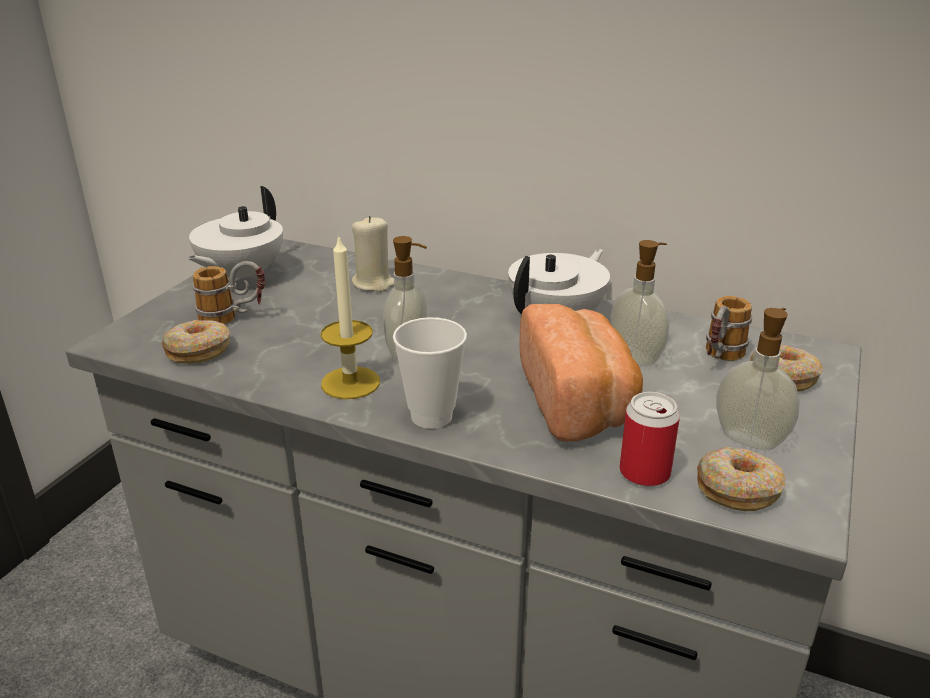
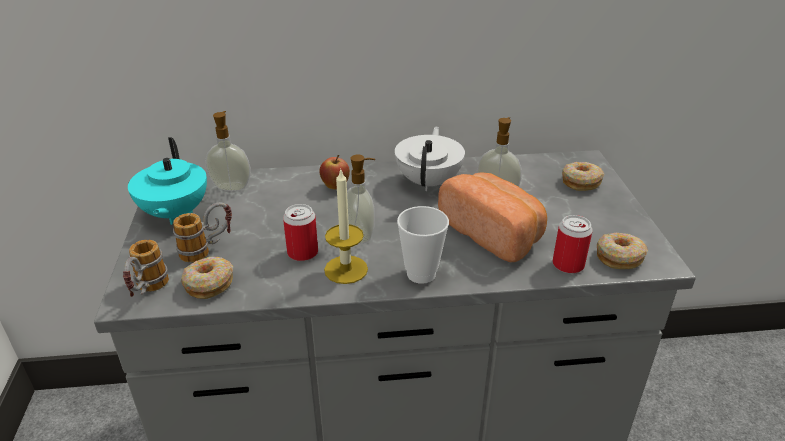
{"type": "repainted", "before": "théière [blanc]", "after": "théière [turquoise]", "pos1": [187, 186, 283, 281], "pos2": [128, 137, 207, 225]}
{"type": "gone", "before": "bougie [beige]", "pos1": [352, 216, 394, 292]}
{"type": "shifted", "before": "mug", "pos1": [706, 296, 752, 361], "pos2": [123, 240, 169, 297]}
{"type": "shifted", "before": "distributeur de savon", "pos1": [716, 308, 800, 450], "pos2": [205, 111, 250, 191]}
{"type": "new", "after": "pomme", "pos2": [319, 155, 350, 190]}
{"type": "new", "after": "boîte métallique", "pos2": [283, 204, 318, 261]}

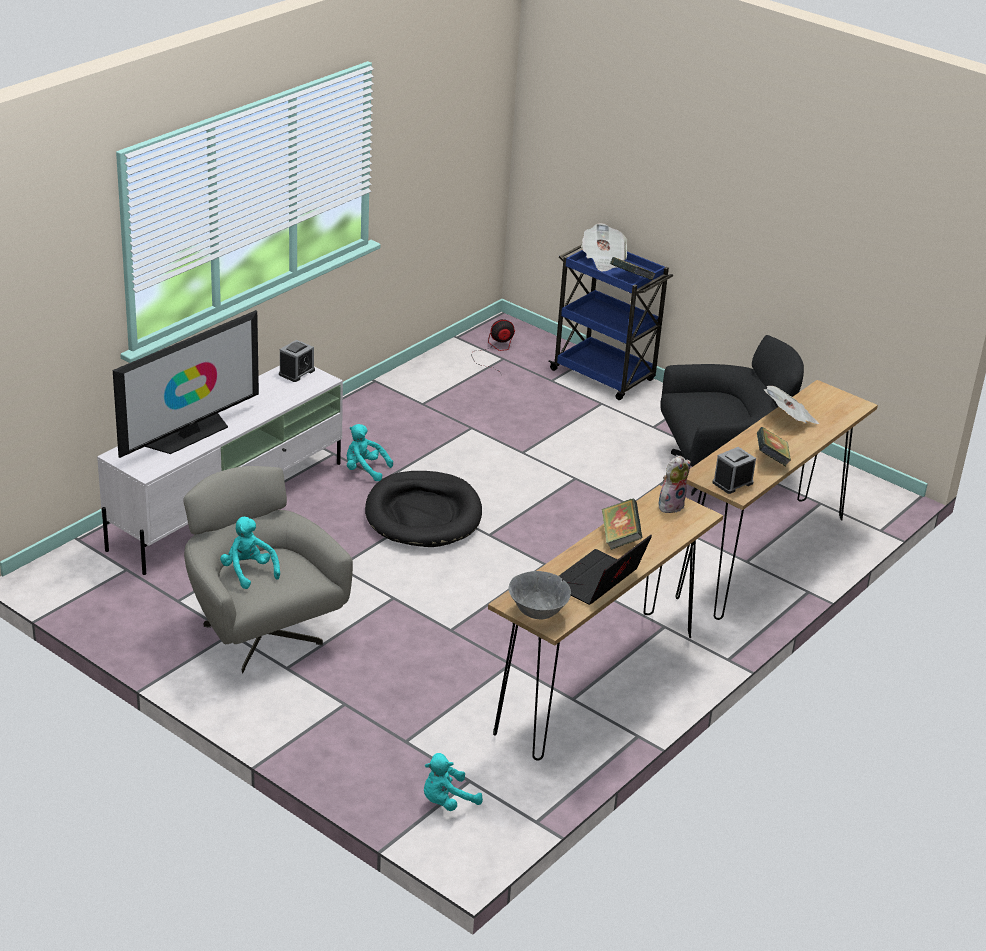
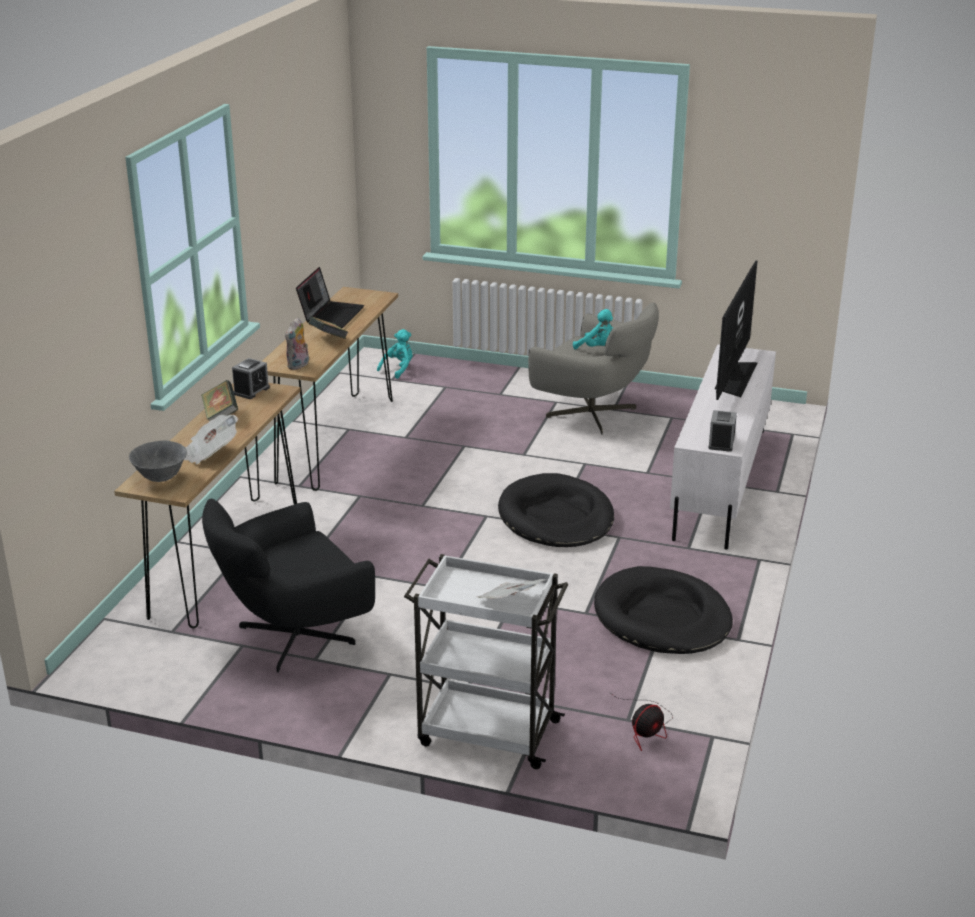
{"type": "repainted", "before": "chariot [bleu]", "after": "chariot [blanc]", "pos1": [548, 244, 673, 400], "pos2": [404, 554, 568, 769]}
{"type": "gone", "before": "livre", "pos1": [610, 257, 656, 280]}
{"type": "gone", "before": "peluche [turquoise]", "pos1": [347, 424, 393, 481]}
{"type": "shifted", "before": "bol [gris]", "pos1": [508, 571, 571, 619], "pos2": [129, 440, 187, 482]}
{"type": "new", "after": "panier pour chien [noir]", "pos2": [594, 566, 733, 654]}

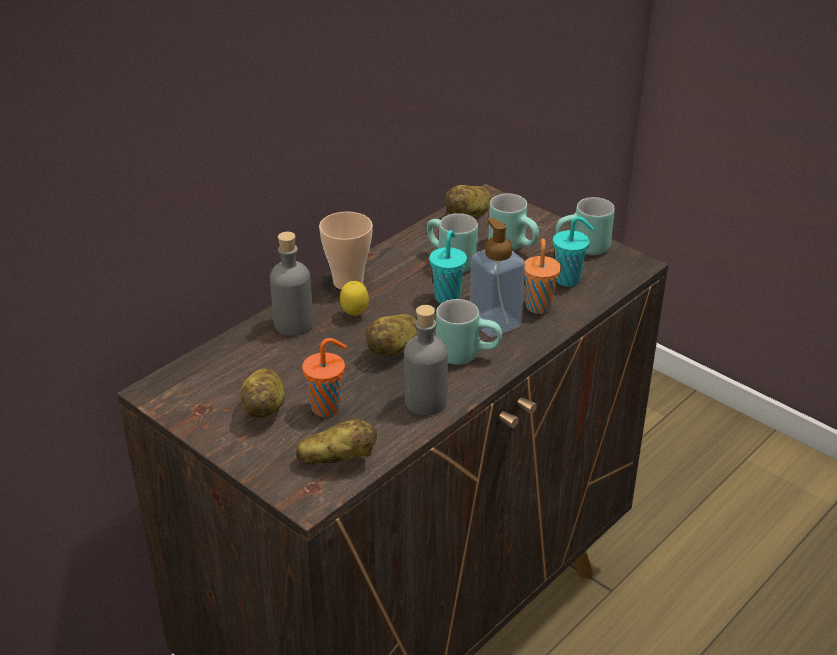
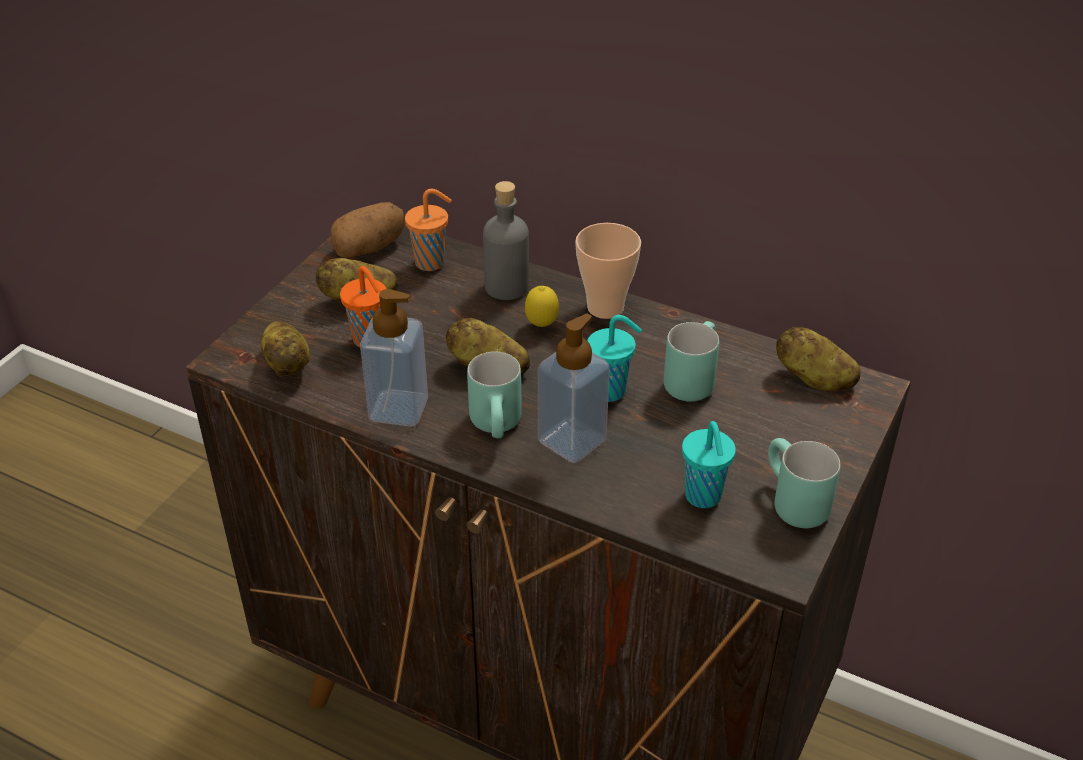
{"type": "gone", "before": "mug [turquoise]", "pos1": [488, 194, 539, 251]}
{"type": "shifted", "before": "tasse [orange]", "pos1": [525, 238, 561, 314], "pos2": [405, 189, 452, 271]}
{"type": "swapped", "before": "bouteille [gris]", "after": "distributeur de savon", "pos1": [404, 305, 448, 416], "pos2": [360, 289, 428, 427]}
{"type": "new", "after": "pomme de terre", "pos2": [331, 202, 405, 258]}

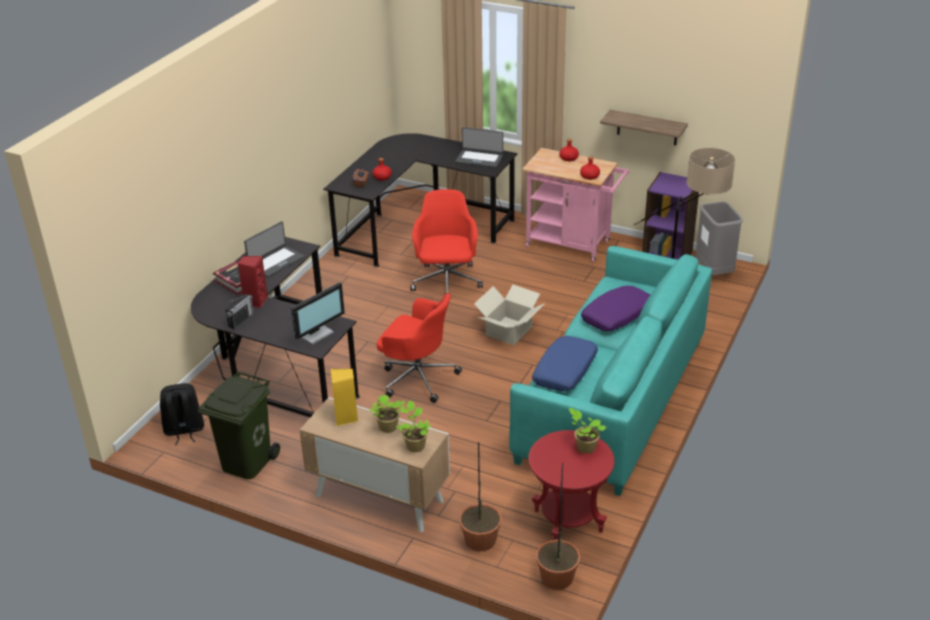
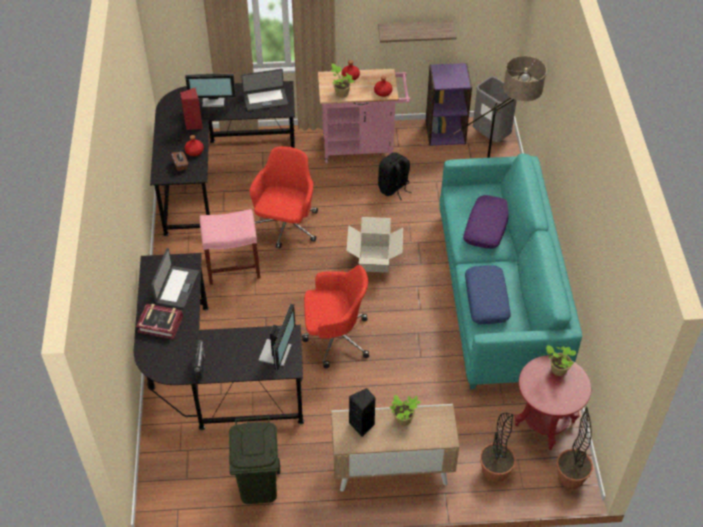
{"type": "rotated", "before": "chaise de bureau [rouge]", "pos1": [410, 189, 483, 294], "pos2": [249, 146, 318, 249], "turn": 45}
{"type": "shifted", "before": "enceinte [rouge]", "pos1": [238, 256, 268, 308], "pos2": [180, 88, 203, 130]}
{"type": "repainted", "before": "enceinte [jaune]", "after": "enceinte [noir]", "pos1": [330, 369, 358, 426], "pos2": [349, 388, 376, 437]}
{"type": "shifted", "before": "sac à dos [noir]", "pos1": [160, 383, 204, 445], "pos2": [378, 152, 412, 200]}
{"type": "shifted", "before": "plante en pot", "pos1": [395, 400, 431, 452], "pos2": [331, 63, 354, 98]}
{"type": "new", "after": "écran d'ordinateur", "pos2": [185, 74, 236, 107]}
{"type": "new", "after": "tabouret [rose]", "pos2": [200, 209, 260, 285]}

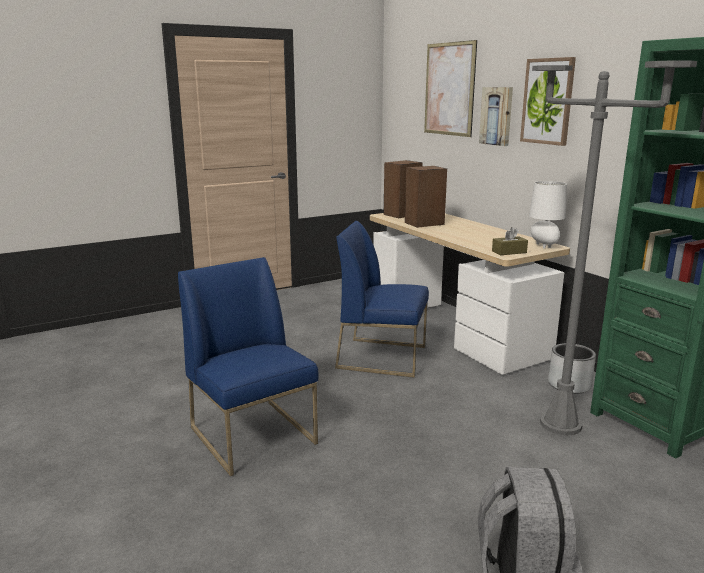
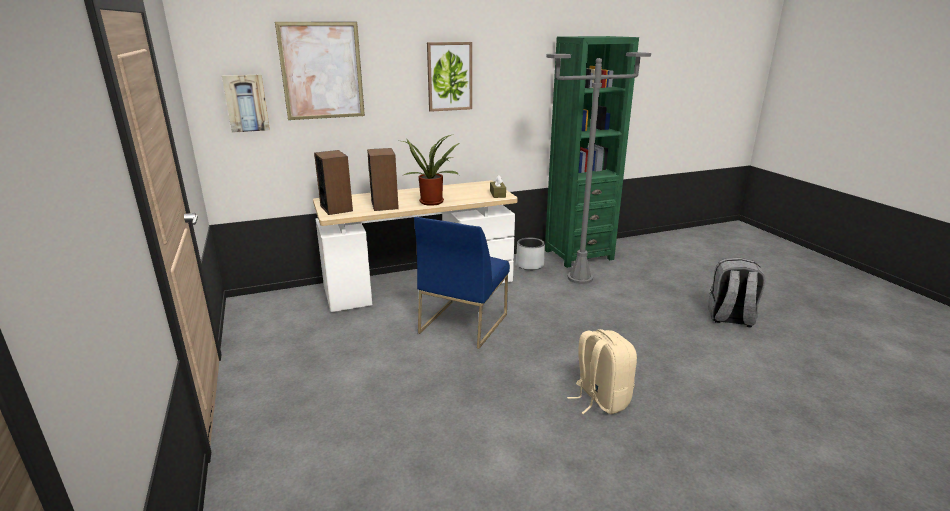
{"type": "shifted", "before": "tableau", "pos1": [479, 87, 513, 146], "pos2": [222, 74, 270, 133]}
{"type": "gone", "before": "lampe de table [blanc]", "pos1": [529, 181, 567, 249]}
{"type": "swapped", "before": "chaise [bleu]", "after": "sac à dos [beige]", "pos1": [178, 257, 319, 476], "pos2": [567, 329, 637, 414]}
{"type": "new", "after": "plante en pot", "pos2": [402, 134, 460, 206]}

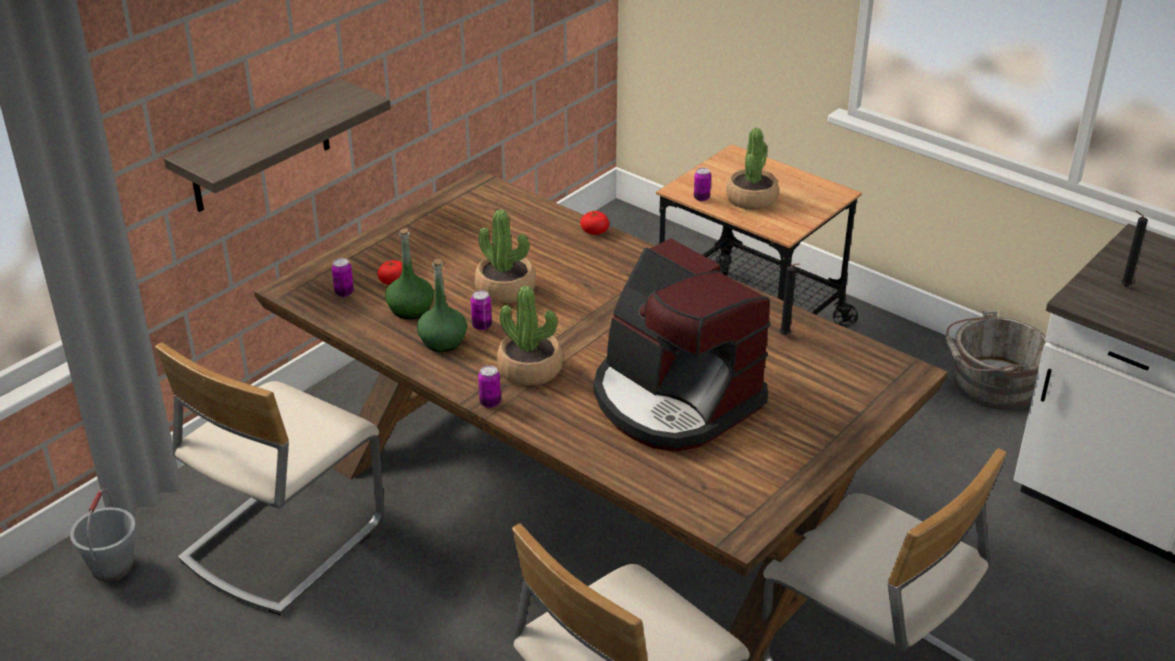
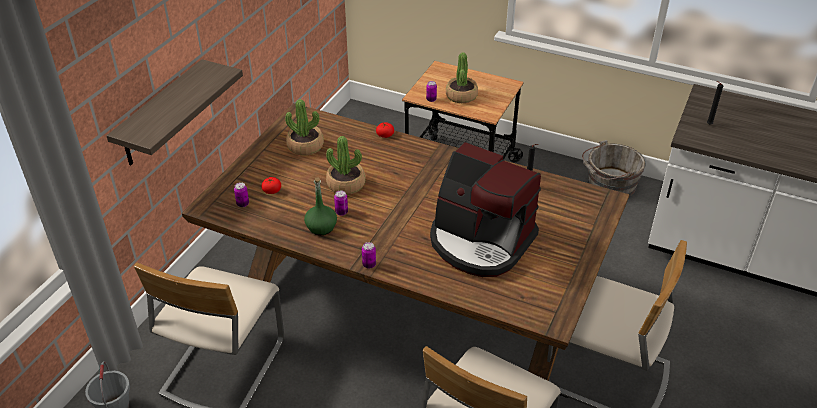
{"type": "gone", "before": "bouteille [vert]", "pos1": [385, 229, 434, 319]}
{"type": "shifted", "before": "plante en pot", "pos1": [497, 286, 563, 385], "pos2": [285, 99, 324, 156]}

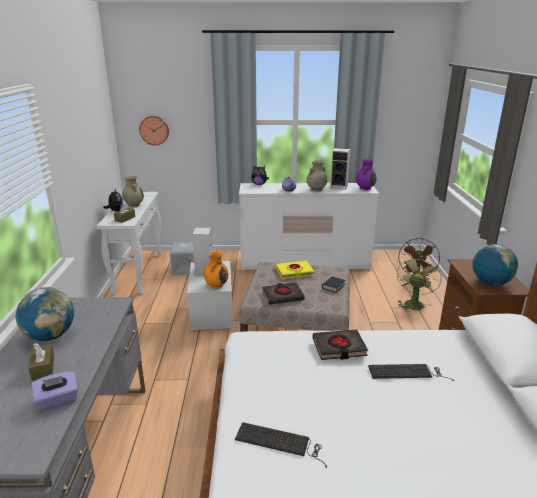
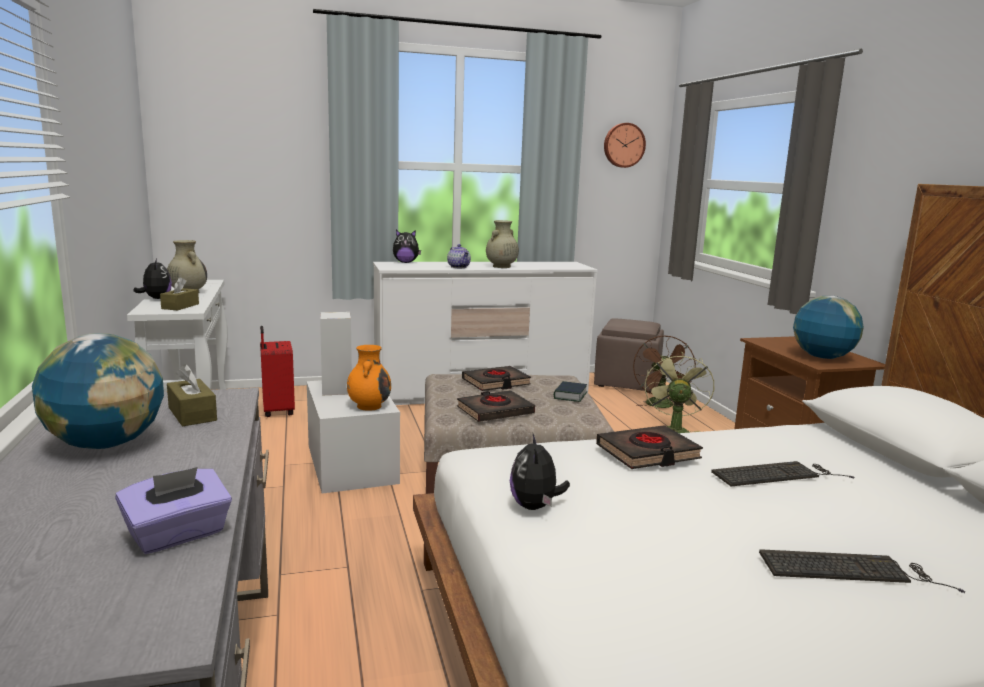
{"type": "shifted", "before": "horloge murale", "pos1": [139, 116, 169, 145], "pos2": [604, 123, 646, 168]}
{"type": "gone", "before": "enceinte", "pos1": [330, 148, 350, 190]}
{"type": "gone", "before": "vase [violet]", "pos1": [356, 159, 377, 190]}
{"type": "swapped", "before": "boîte de rangement [gris]", "after": "valise [rouge]", "pos1": [170, 242, 194, 275], "pos2": [260, 326, 295, 417]}
{"type": "repainted", "before": "livre [jaune]", "after": "livre [noir]", "pos1": [276, 261, 314, 279], "pos2": [462, 366, 531, 391]}
{"type": "shifted", "before": "boîte à mouchoirs [marron]", "pos1": [28, 343, 54, 381], "pos2": [167, 364, 217, 426]}
{"type": "shifted", "before": "clavier", "pos1": [235, 422, 327, 468], "pos2": [759, 549, 965, 593]}
{"type": "new", "after": "pouf [marron]", "pos2": [594, 318, 664, 393]}
{"type": "new", "after": "peluche", "pos2": [510, 432, 570, 510]}

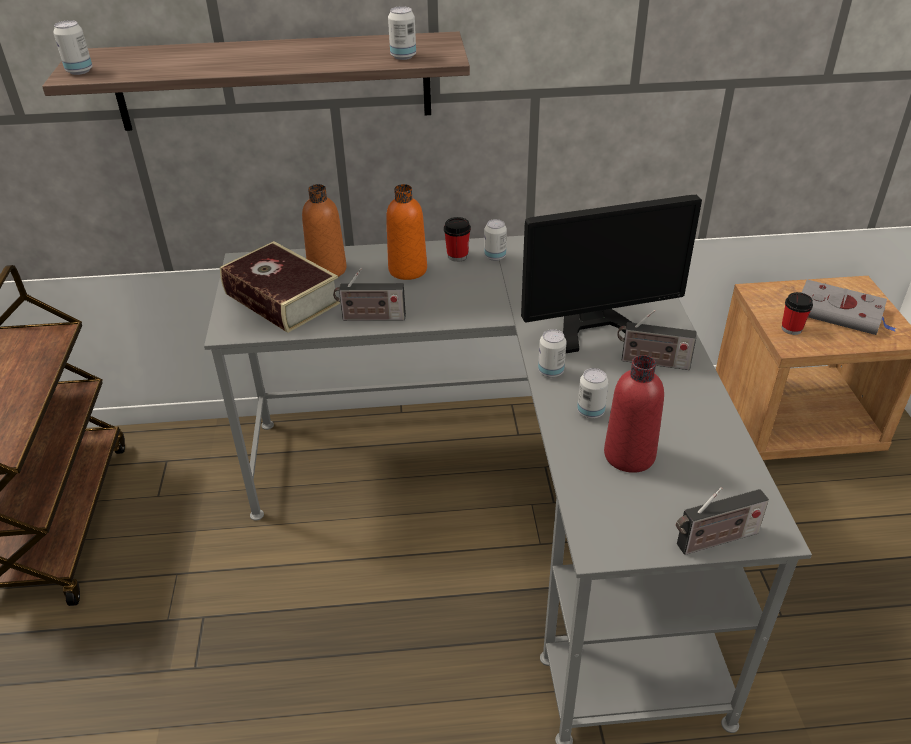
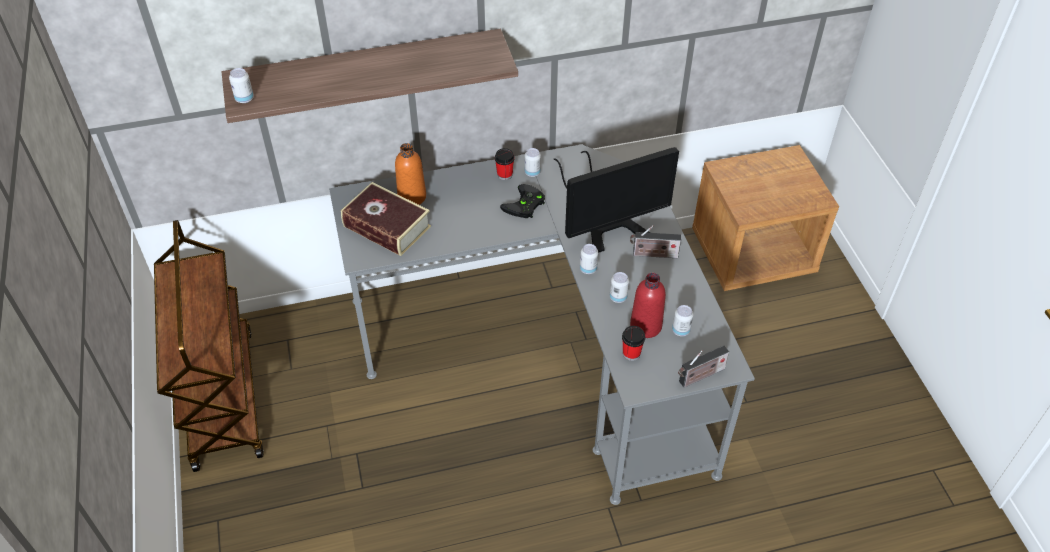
{"type": "shifted", "before": "boîte métallique", "pos1": [388, 6, 416, 60], "pos2": [672, 305, 693, 336]}
{"type": "gone", "before": "bouteille [orange]", "pos1": [386, 184, 427, 280]}
{"type": "gone", "before": "radio", "pos1": [333, 268, 406, 321]}
{"type": "gone", "before": "livre [gris]", "pos1": [800, 280, 896, 335]}
{"type": "shifted", "before": "tasse", "pos1": [781, 292, 813, 335], "pos2": [622, 326, 645, 361]}
{"type": "new", "after": "manette [noir]", "pos2": [500, 184, 545, 218]}

